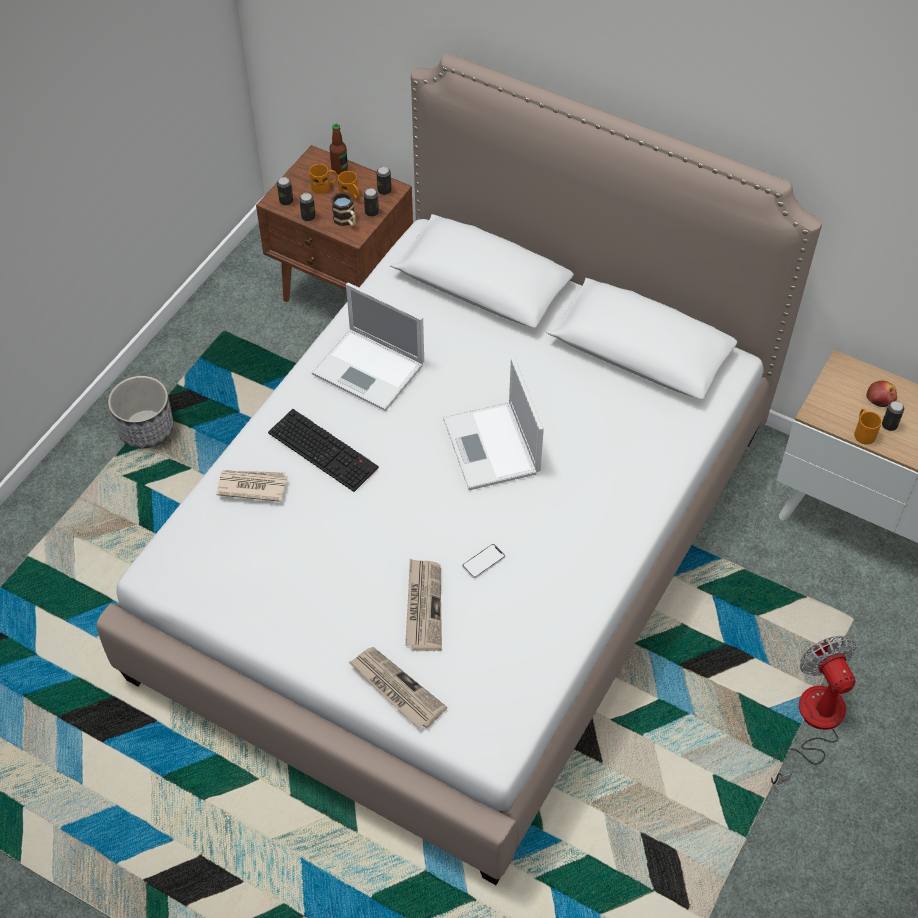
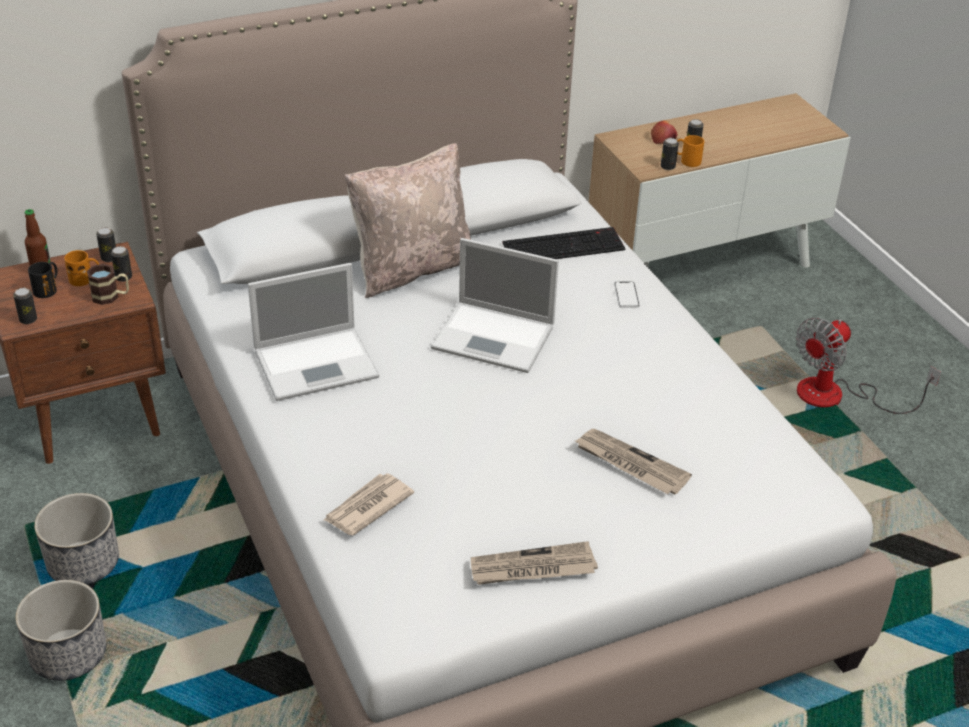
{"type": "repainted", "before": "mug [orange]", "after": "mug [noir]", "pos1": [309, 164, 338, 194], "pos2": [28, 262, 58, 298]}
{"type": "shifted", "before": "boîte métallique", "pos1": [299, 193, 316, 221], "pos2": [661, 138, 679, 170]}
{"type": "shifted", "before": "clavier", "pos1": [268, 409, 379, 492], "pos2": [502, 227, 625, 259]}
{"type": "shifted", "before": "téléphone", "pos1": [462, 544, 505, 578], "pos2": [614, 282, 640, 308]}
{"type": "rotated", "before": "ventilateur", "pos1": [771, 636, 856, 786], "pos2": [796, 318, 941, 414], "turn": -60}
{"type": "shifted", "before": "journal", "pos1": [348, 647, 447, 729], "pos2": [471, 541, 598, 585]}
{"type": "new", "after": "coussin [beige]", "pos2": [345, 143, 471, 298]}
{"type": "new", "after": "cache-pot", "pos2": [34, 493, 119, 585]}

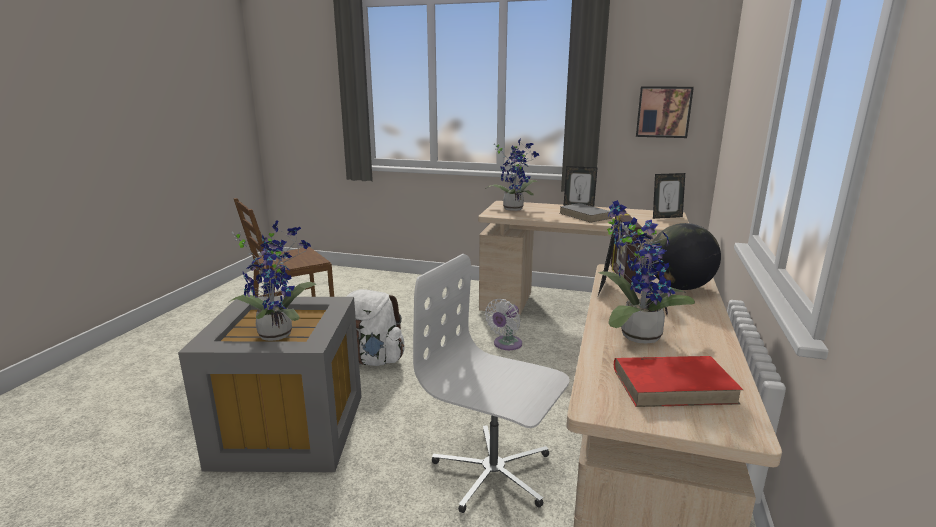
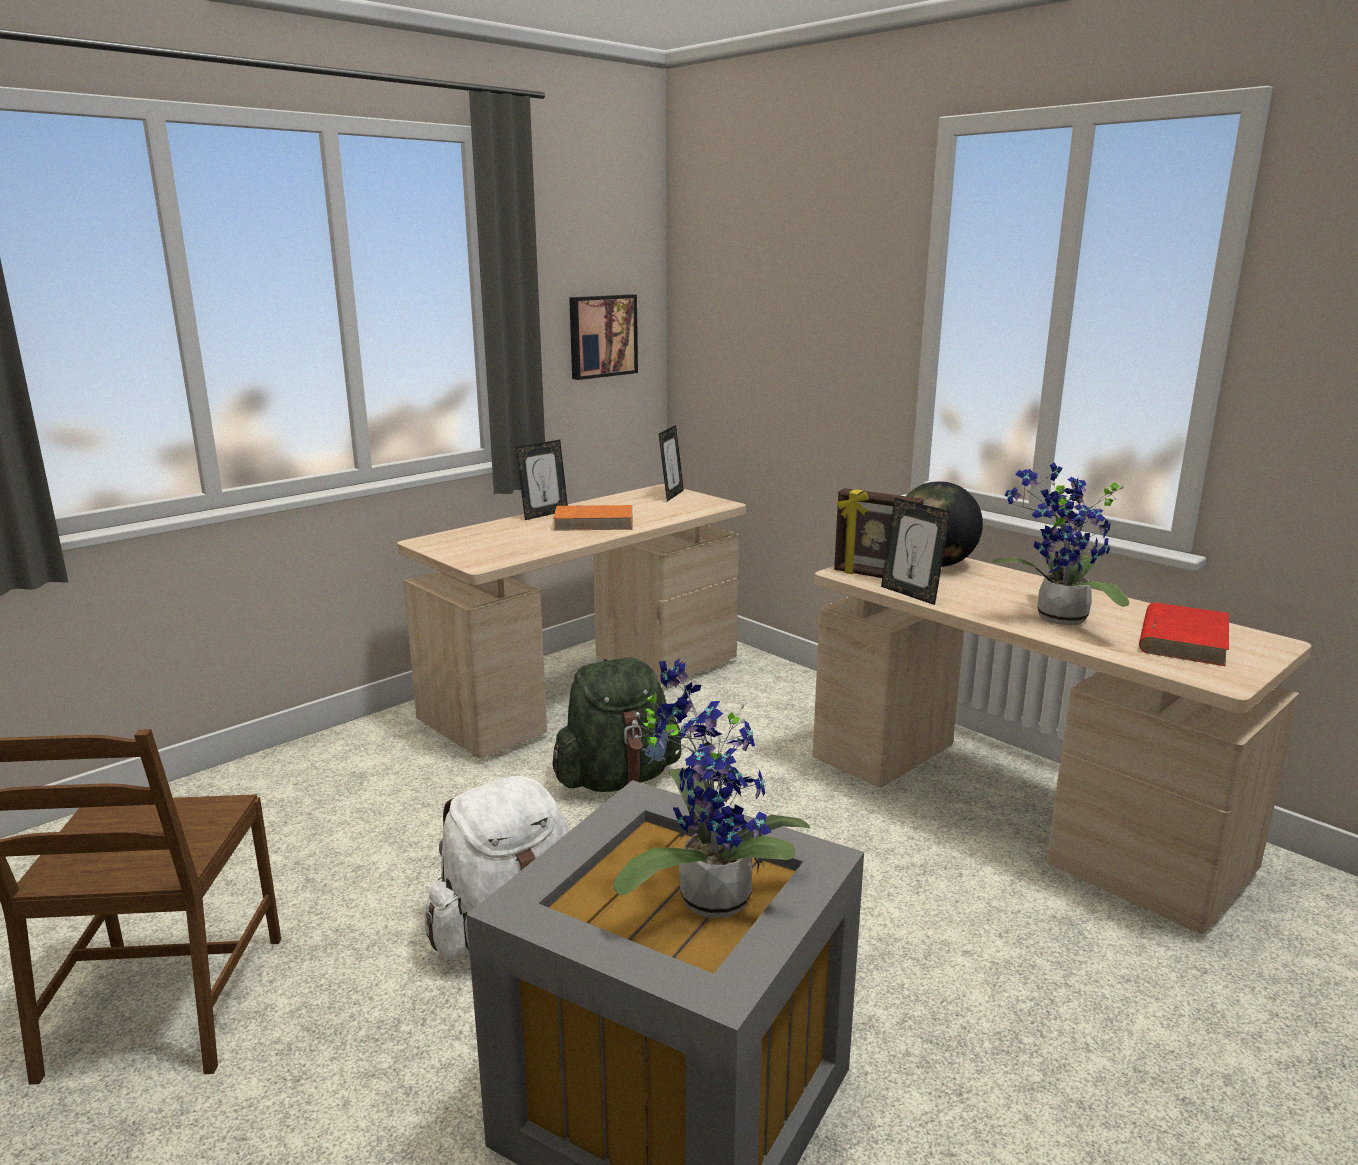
{"type": "gone", "before": "plante en pot", "pos1": [485, 138, 539, 211]}
{"type": "repainted", "before": "livre [gris]", "after": "livre [orange]", "pos1": [559, 203, 613, 223], "pos2": [553, 505, 632, 531]}
{"type": "gone", "before": "chaise de bureau [blanc]", "pos1": [413, 254, 570, 513]}
{"type": "swapped", "before": "ventilateur [blanc]", "after": "sac à dos [vert]", "pos1": [485, 299, 522, 350], "pos2": [552, 658, 681, 792]}

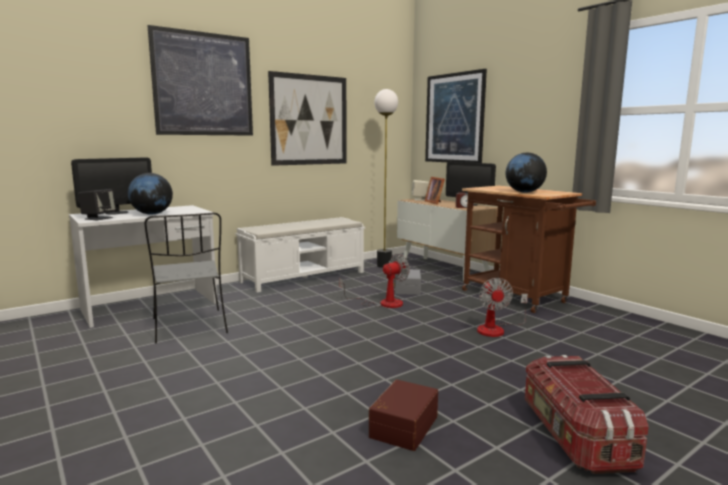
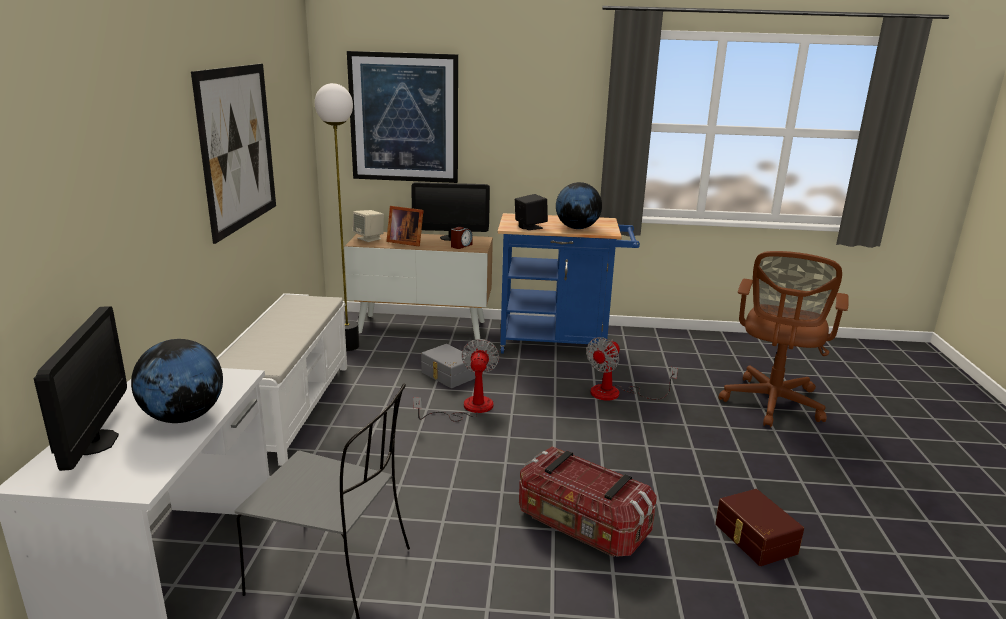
{"type": "gone", "before": "tableau", "pos1": [147, 25, 253, 136]}
{"type": "repainted", "before": "chariot [marron]", "after": "chariot [bleu]", "pos1": [462, 186, 596, 313], "pos2": [497, 213, 640, 354]}
{"type": "shifted", "before": "enceinte [noir]", "pos1": [78, 189, 116, 220], "pos2": [515, 194, 548, 230]}
{"type": "rotated", "before": "ventilateur", "pos1": [477, 278, 528, 337], "pos2": [586, 337, 678, 401], "turn": 90}
{"type": "shifted", "before": "boîte de rangement", "pos1": [525, 355, 649, 474], "pos2": [519, 446, 657, 557]}
{"type": "new", "after": "chaise de bureau [marron]", "pos2": [718, 251, 849, 427]}

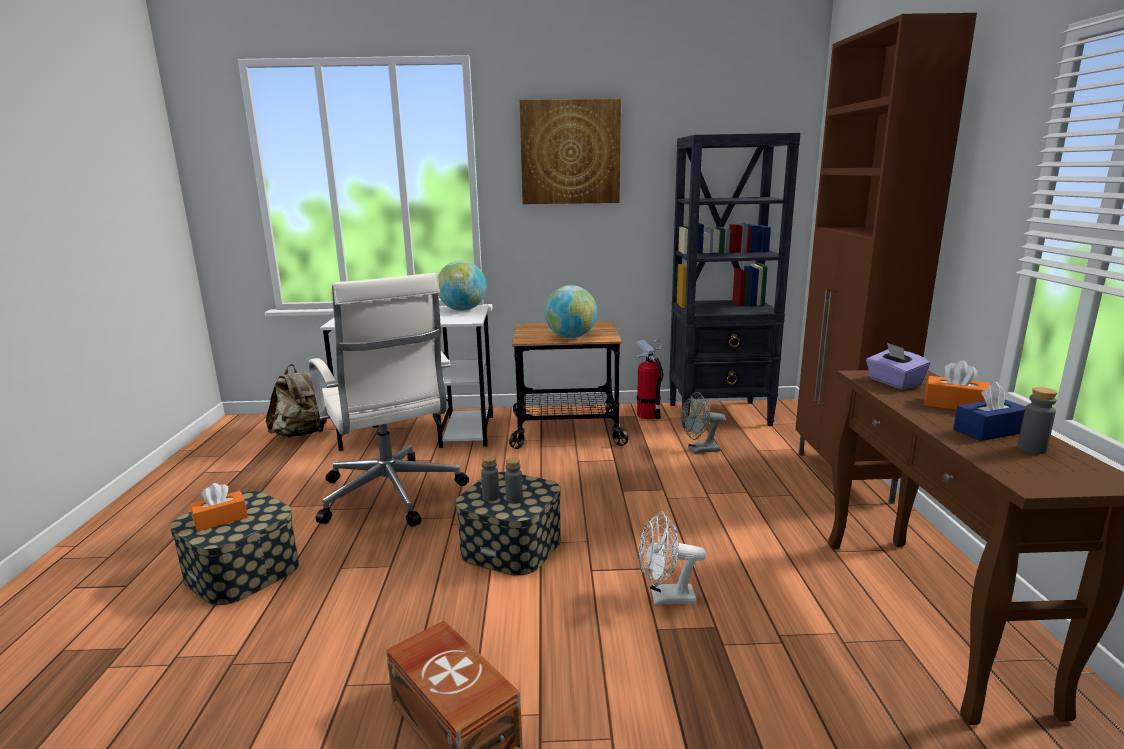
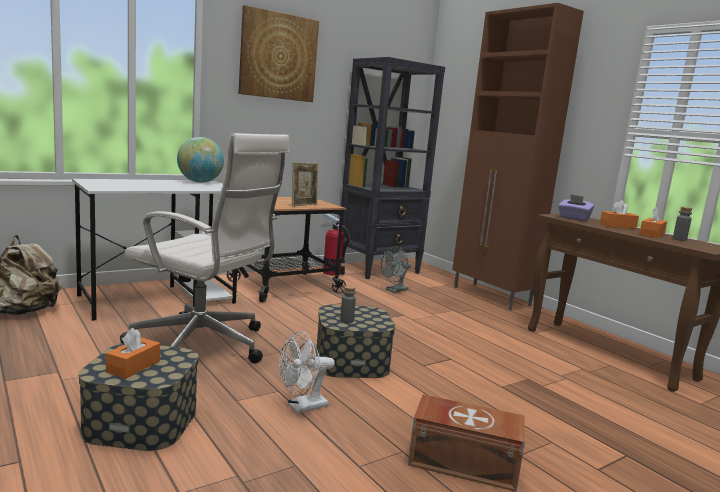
{"type": "swapped", "before": "globe", "after": "cadre photo", "pos1": [545, 285, 597, 338], "pos2": [292, 162, 318, 207]}
{"type": "repainted", "before": "boîte à mouchoirs [bleu]", "after": "boîte à mouchoirs [orange]", "pos1": [953, 382, 1026, 441], "pos2": [639, 207, 667, 238]}
{"type": "gone", "before": "bouteille [gris]", "pos1": [505, 458, 523, 504]}
{"type": "shifted", "before": "ventilateur [blanc]", "pos1": [639, 511, 706, 605], "pos2": [279, 331, 335, 414]}

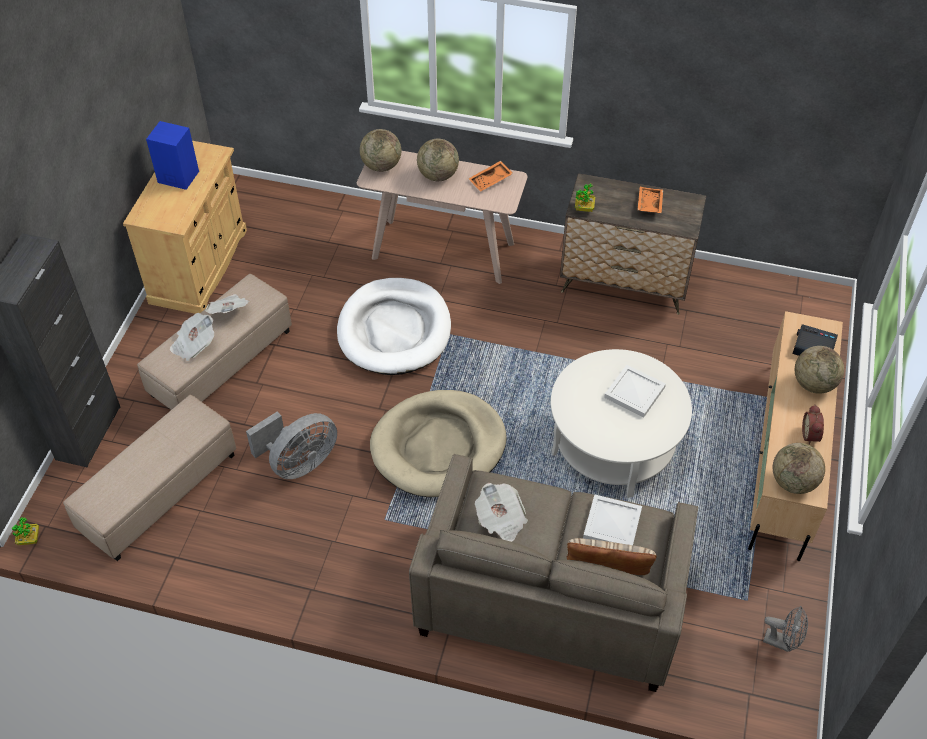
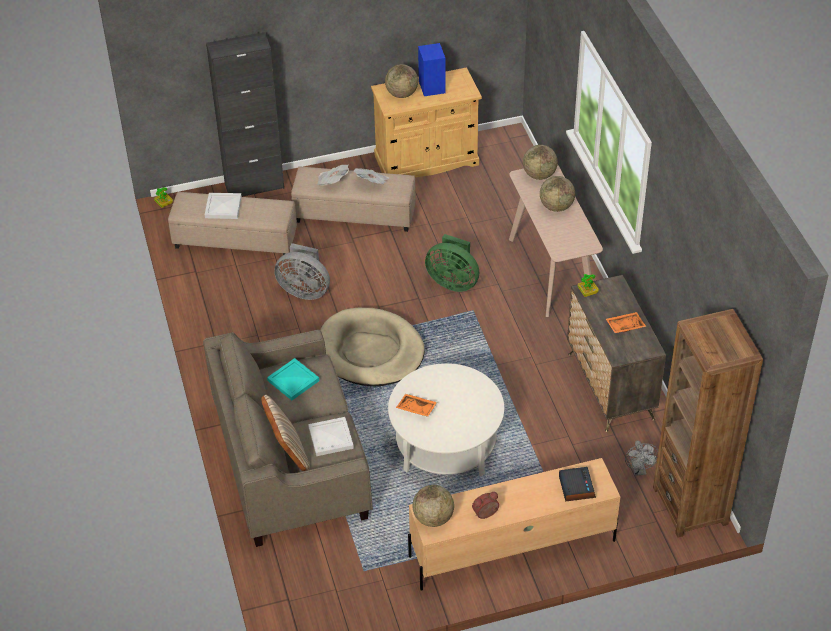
{"type": "shifted", "before": "plateau [orange]", "pos1": [468, 161, 513, 191], "pos2": [396, 394, 437, 417]}
{"type": "swapped", "before": "panier pour chien [blanc]", "after": "ventilateur [vert]", "pos1": [337, 278, 451, 375], "pos2": [425, 234, 479, 292]}
{"type": "shifted", "before": "globe", "pos1": [795, 346, 844, 394], "pos2": [385, 64, 418, 98]}
{"type": "shifted", "before": "plateau [blanc]", "pos1": [604, 365, 666, 417], "pos2": [205, 193, 242, 219]}
{"type": "swapped", "before": "journal", "after": "plateau [turquoise]", "pos1": [475, 483, 528, 542], "pos2": [267, 358, 319, 400]}
{"type": "shifted", "before": "ventilateur [gris]", "pos1": [763, 606, 808, 652], "pos2": [625, 440, 659, 476]}
{"type": "new", "after": "bibliothèque [marron]", "pos2": [653, 309, 763, 538]}

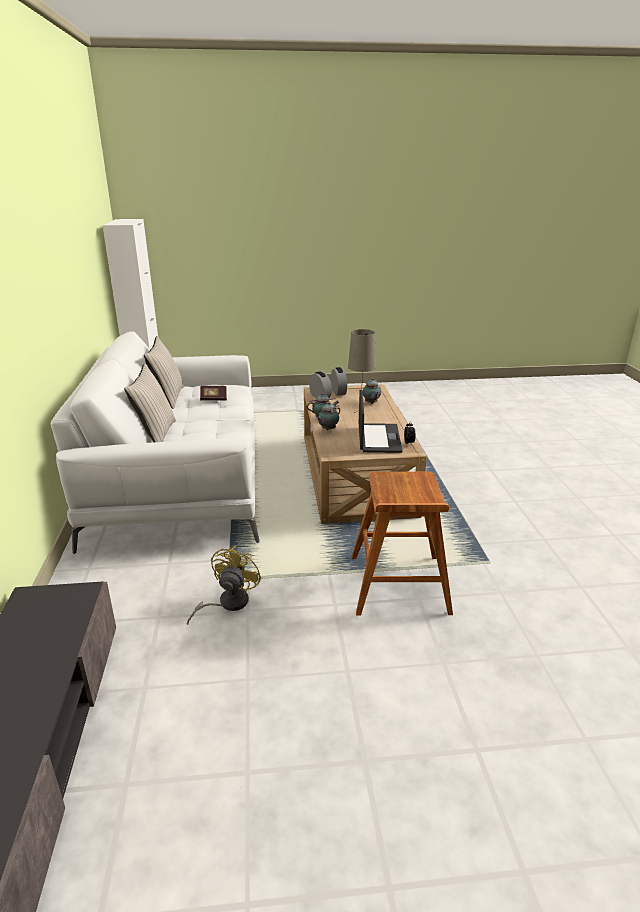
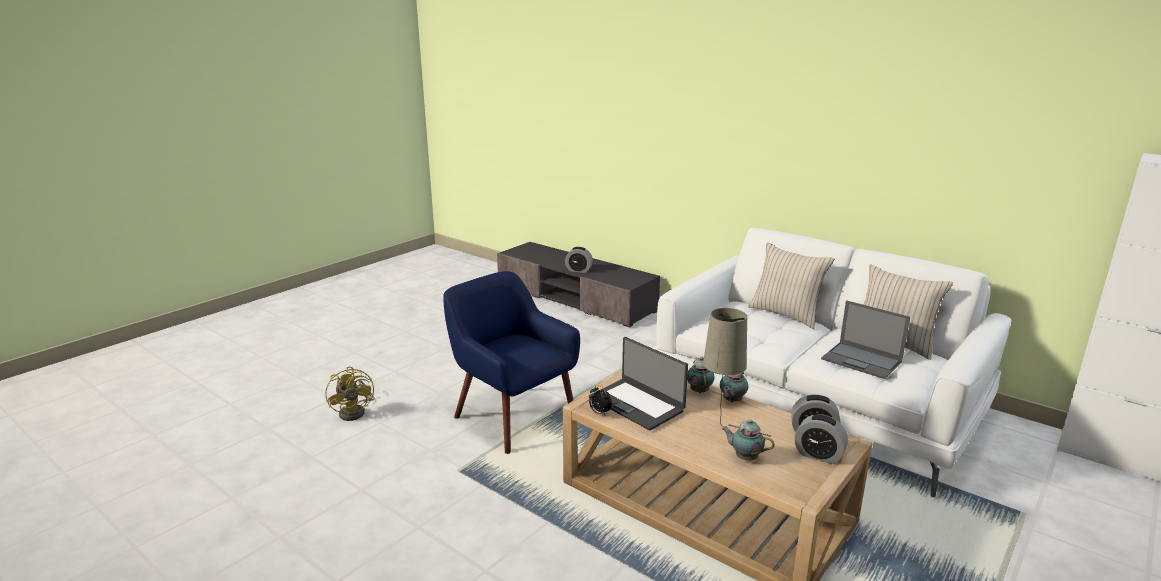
{"type": "swapped", "before": "livre", "after": "ordinateur portable", "pos1": [200, 386, 227, 401], "pos2": [821, 300, 910, 379]}
{"type": "swapped", "before": "tabouret [marron]", "after": "fauteuil [bleu]", "pos1": [352, 472, 453, 615], "pos2": [443, 271, 580, 454]}
{"type": "shifted", "before": "ventilateur [jaune]", "pos1": [187, 545, 262, 625], "pos2": [325, 367, 375, 421]}
{"type": "new", "after": "réveil", "pos2": [565, 247, 593, 273]}

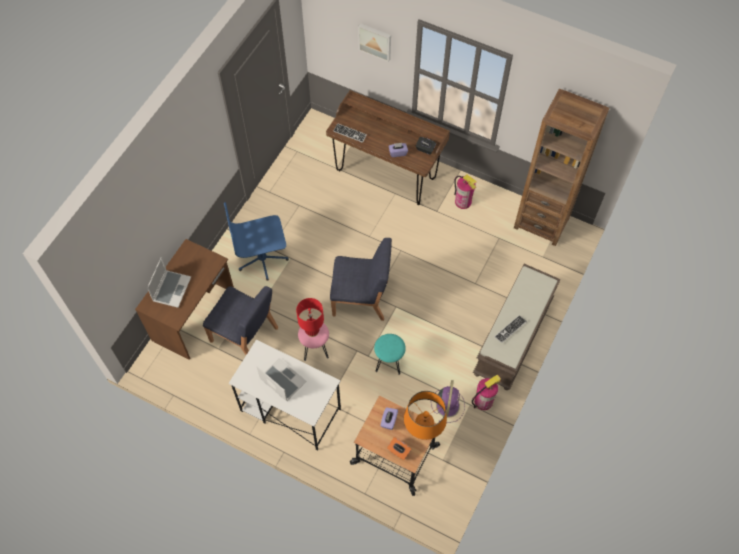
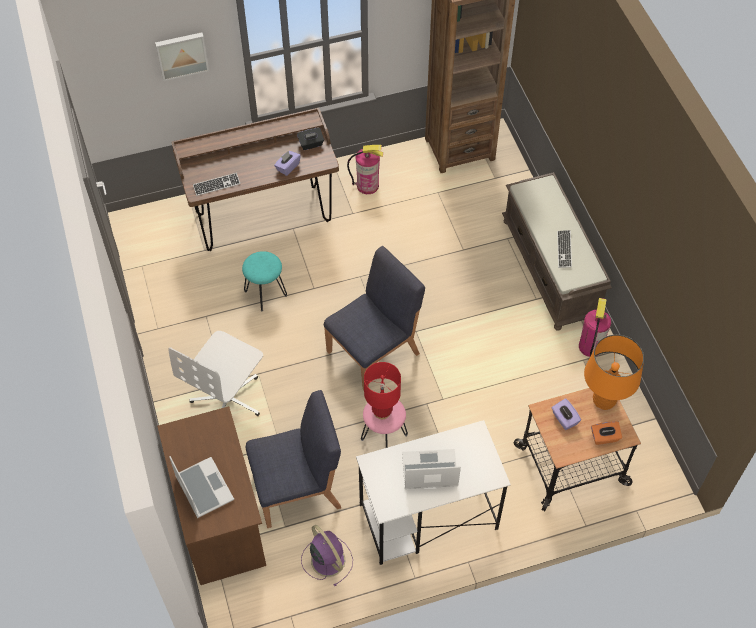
{"type": "repainted", "before": "chaise de bureau [bleu]", "after": "chaise de bureau [blanc]", "pos1": [224, 202, 289, 280], "pos2": [168, 331, 263, 416]}
{"type": "shifted", "before": "tabouret [turquoise]", "pos1": [374, 334, 406, 375], "pos2": [242, 251, 287, 311]}
{"type": "shifted", "before": "ventilateur [violet]", "pos1": [431, 380, 465, 423], "pos2": [301, 525, 353, 586]}

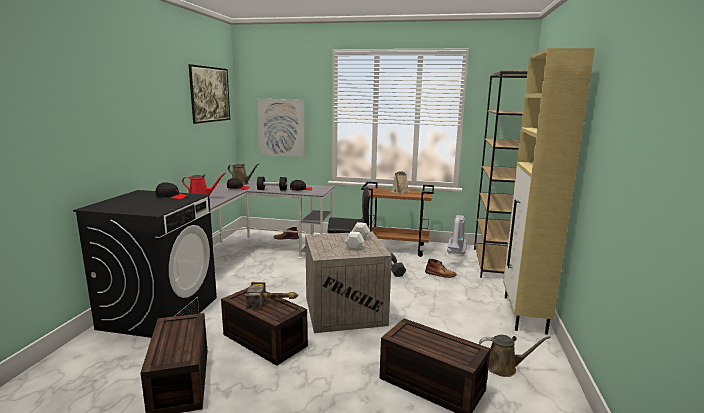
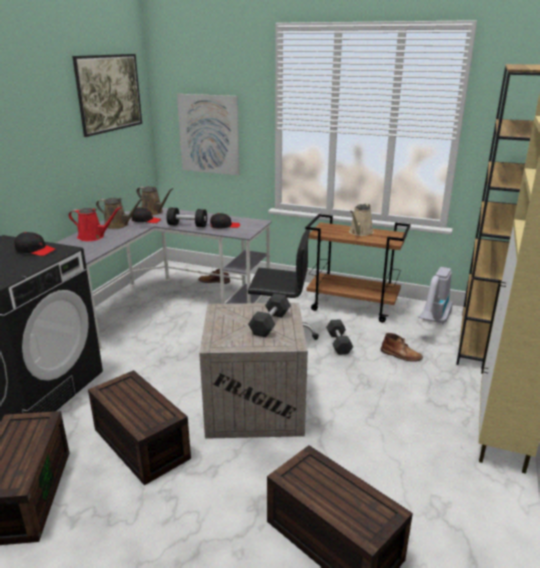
{"type": "repainted", "before": "haltère [blanc]", "after": "haltère [noir]", "pos1": [345, 222, 370, 250], "pos2": [248, 293, 291, 337]}
{"type": "gone", "before": "marteau", "pos1": [245, 282, 298, 309]}
{"type": "shifted", "before": "arrosoir [marron]", "pos1": [479, 335, 551, 377], "pos2": [96, 197, 144, 229]}

